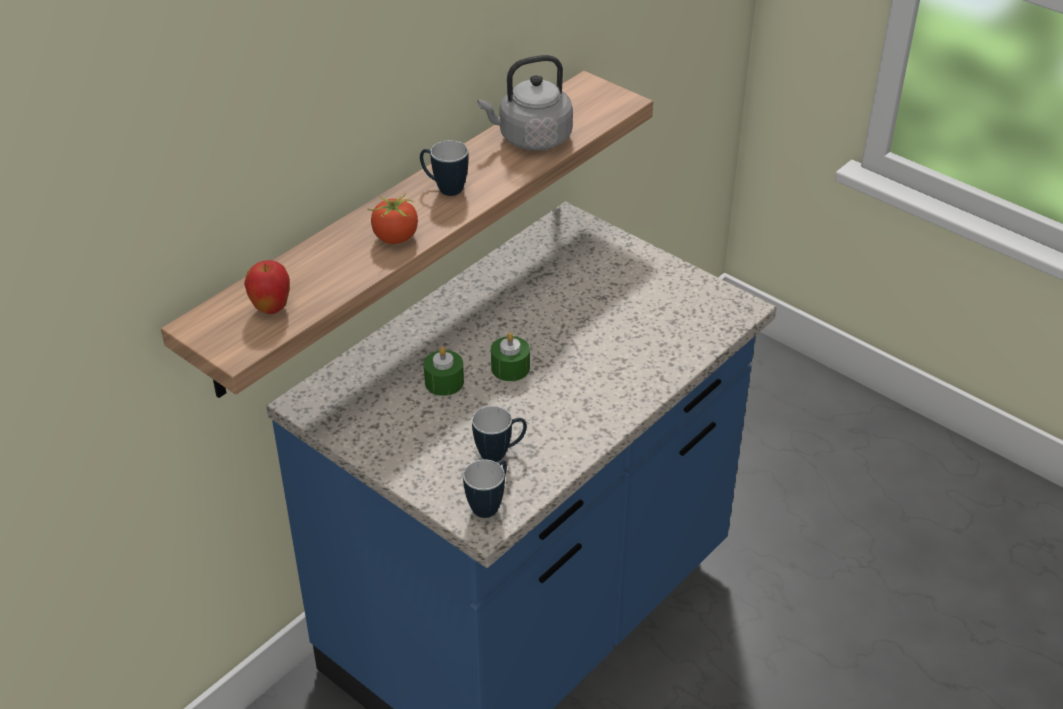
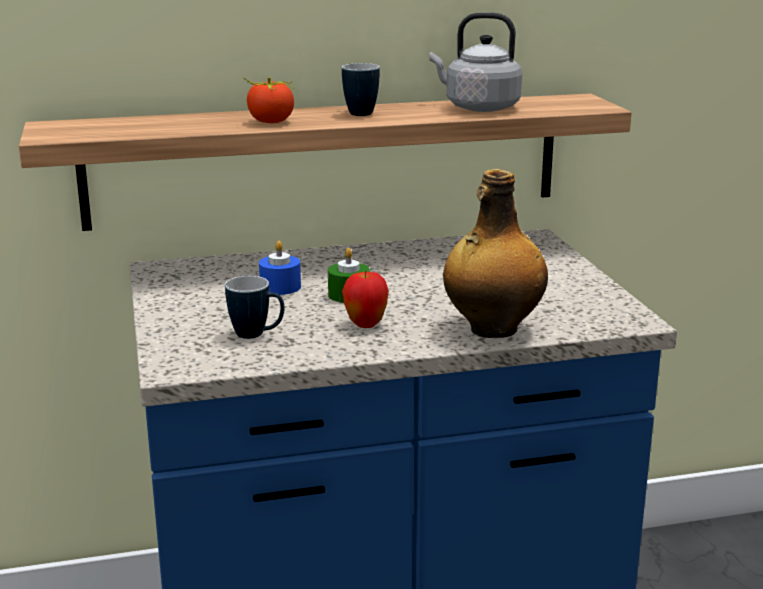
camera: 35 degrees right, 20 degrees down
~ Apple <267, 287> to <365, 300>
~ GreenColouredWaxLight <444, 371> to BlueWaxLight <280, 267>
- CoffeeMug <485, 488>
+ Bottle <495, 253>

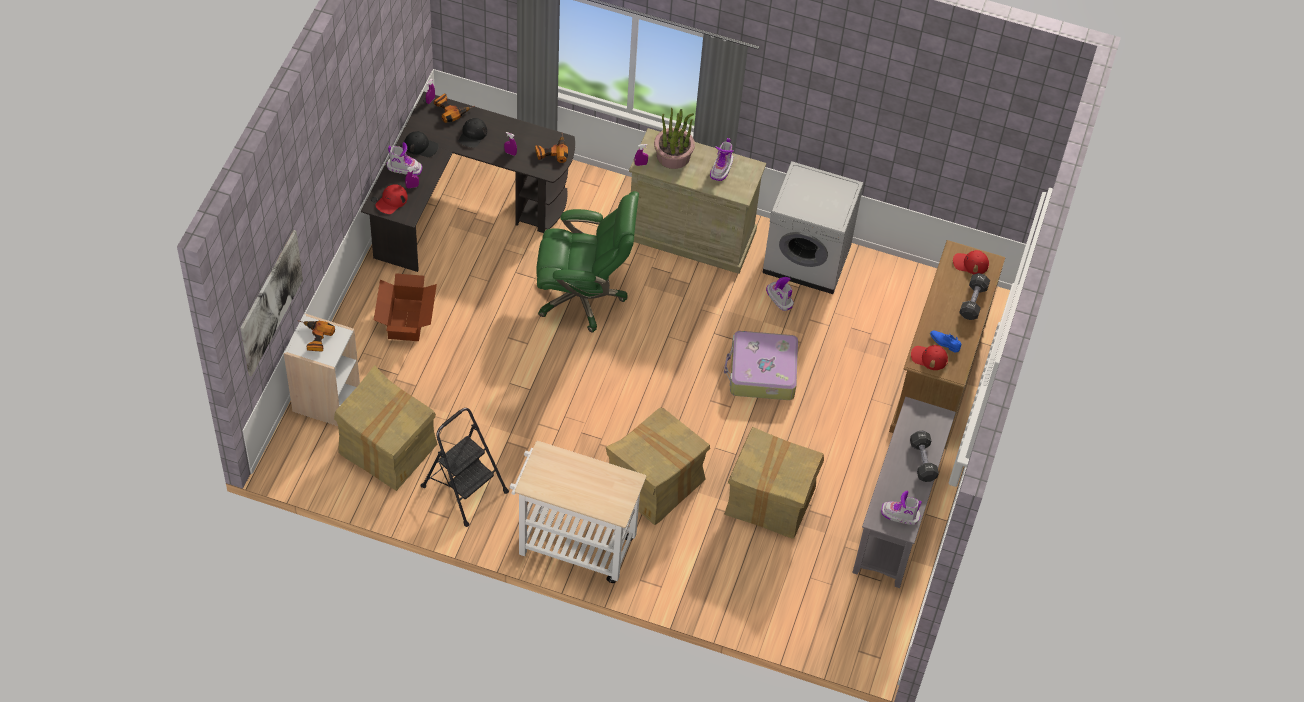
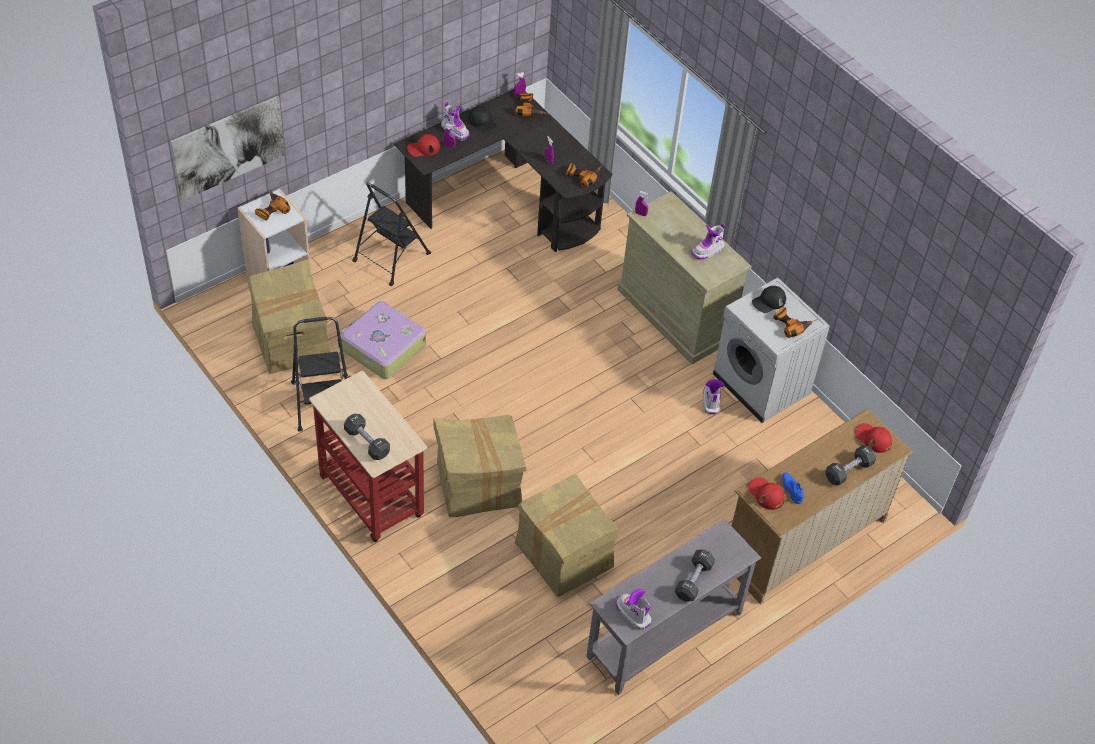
camera: 35 degrees right, 5 degrees down
~ PackingBox <405, 307> to BlackishStepladder <391, 234>
~ BlackishPeakedCap <473, 133> to <769, 299>
~ WhitishTrolley <578, 512> to RedColouredTrolley <368, 456>
- GreenColouredOfficeChair <587, 262>
- Houseplant <674, 138>
~ PieceOfLuggage <761, 365> to <383, 340>
+ BlackishDumbbell <367, 437>
+ Drill <795, 322>

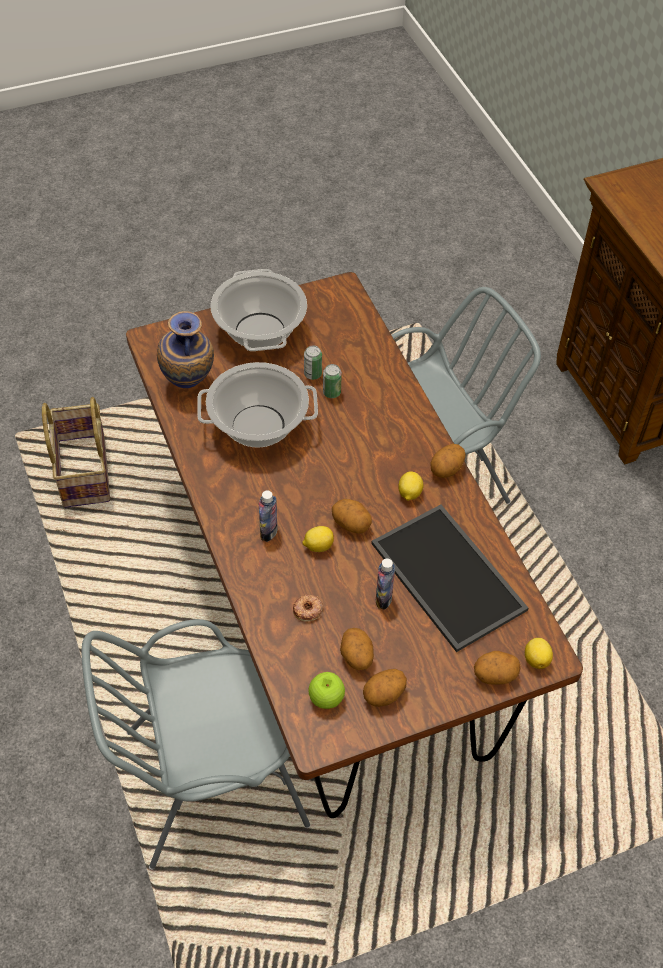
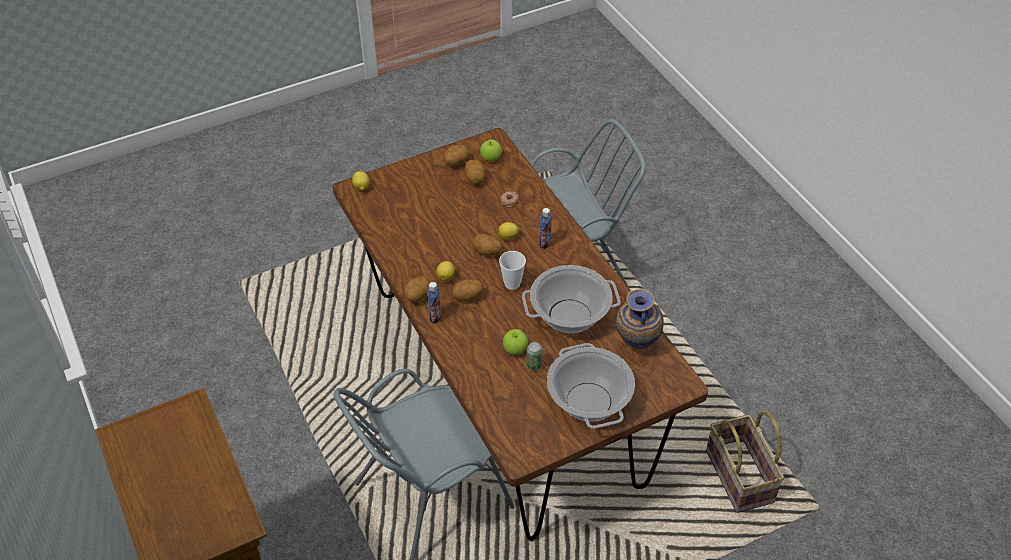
camera: 175 degrees right, 5 degrees down
~ Can <332, 381> to Apple <515, 342>
- CarryingTray <450, 578>
~ Bottle <385, 584> to <434, 303>
~ Spud <497, 668> to <468, 290>
+ DrinkingCup <512, 270>

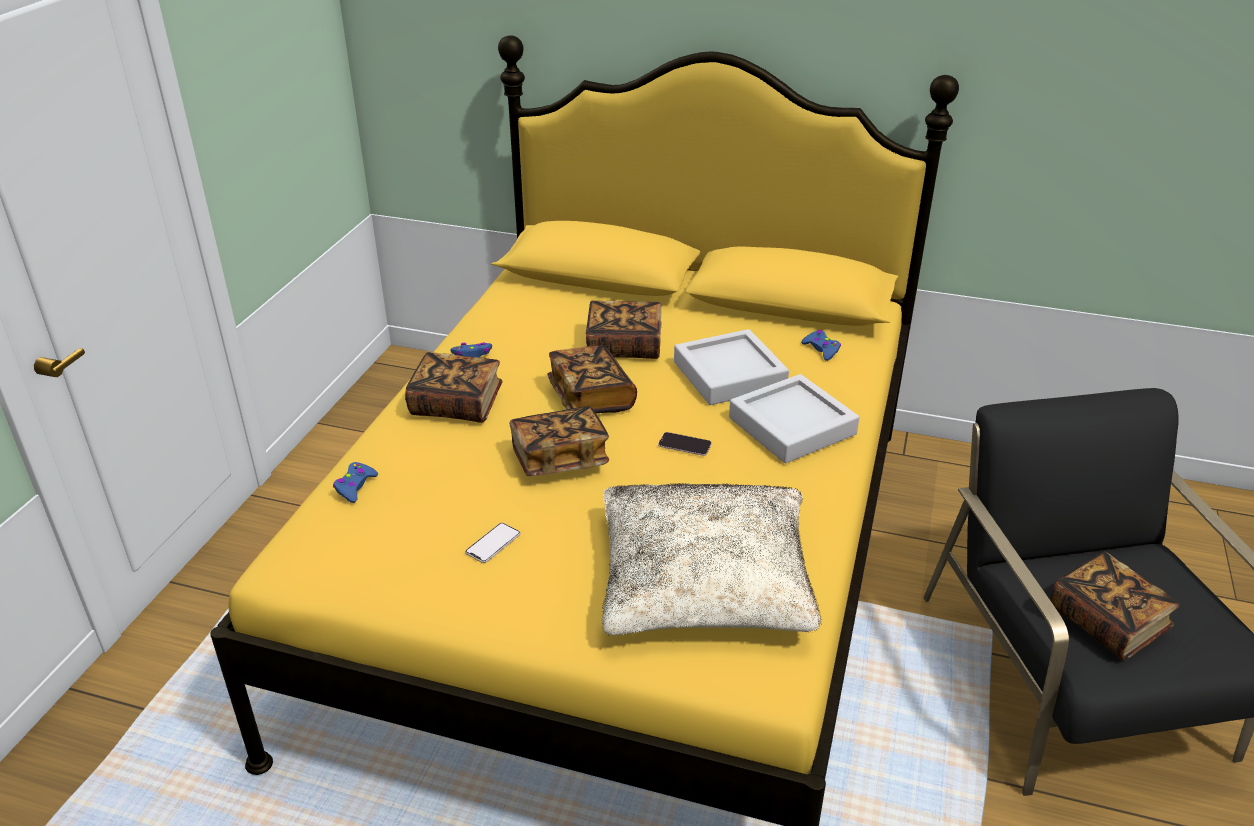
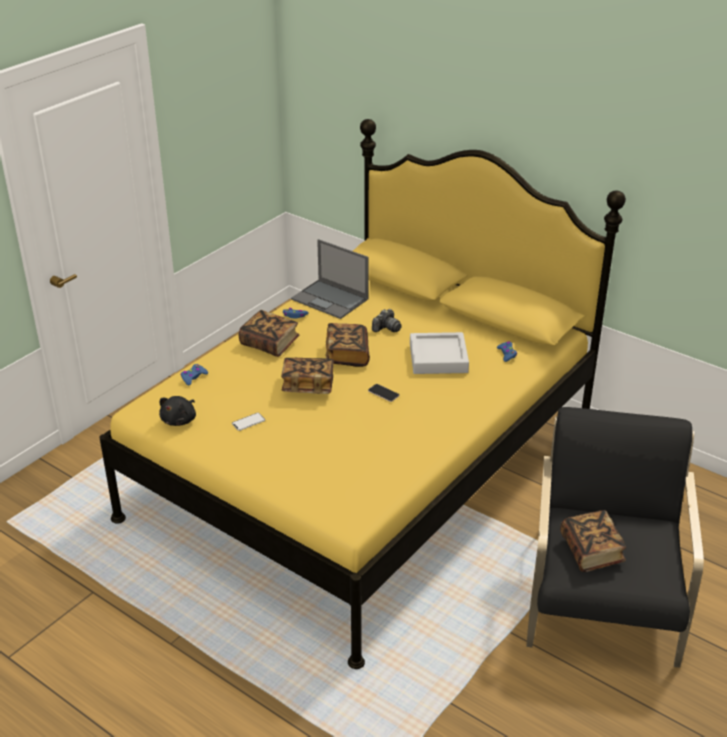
camera: 20 degrees right, 0 degrees up
~ Book <624, 329> to PhotoCamera <387, 320>
- BeigeColouredPillow <711, 559>
- GreyishCarryingTray <794, 418>
+ BlackishCuddlyToy <177, 411>
+ NotebookComputer <330, 279>

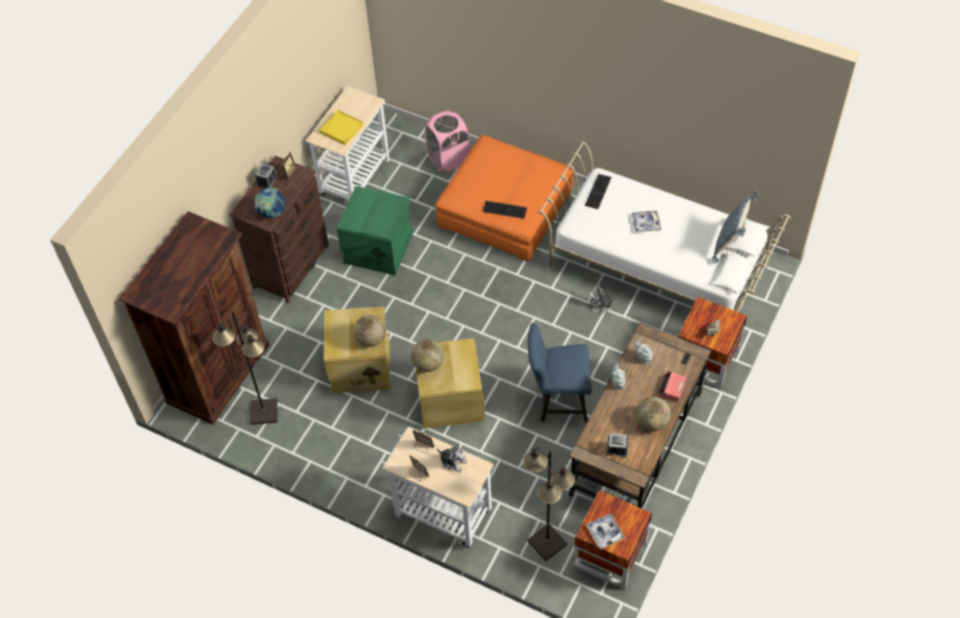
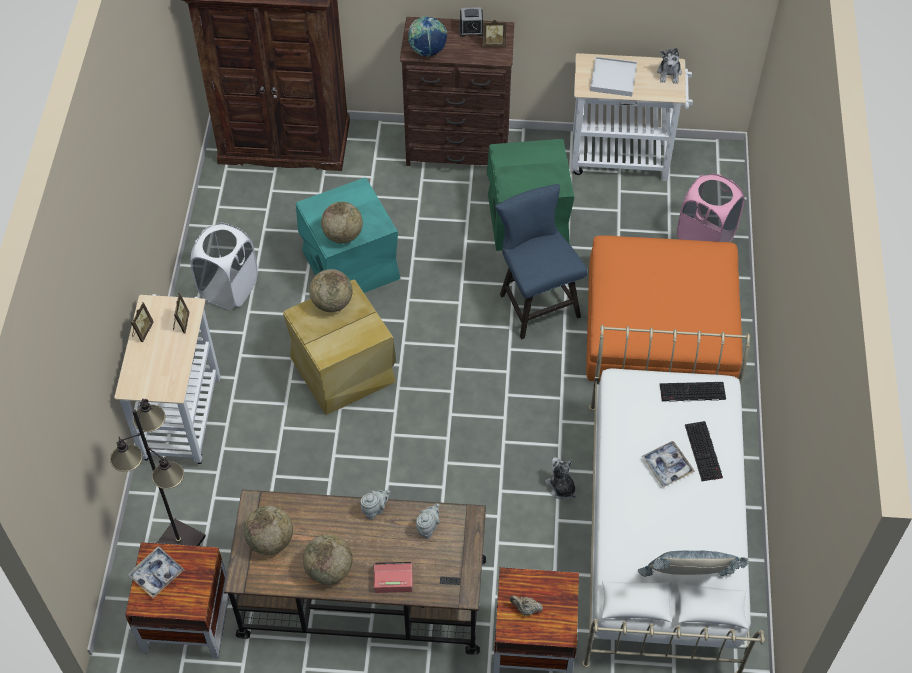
camera: 65 degrees right, 0 degrees up
- BlackishStandardLamp <245, 368>
~ YellowColouredCarryingTray <341, 127> to WhitishCarryingTray <613, 77>
~ BeigeColouredStorageContainer <357, 350> to TurquoiseStorageContainer <348, 235>
~ CuddlyToy <452, 459> to <669, 66>
~ ComputerKeyboard <505, 210> to <704, 451>
~ BluePlainChair <560, 373> to <541, 261>
~ BedsideClock <617, 445> to Globe <268, 530>
+ WhitishHamper <224, 266>

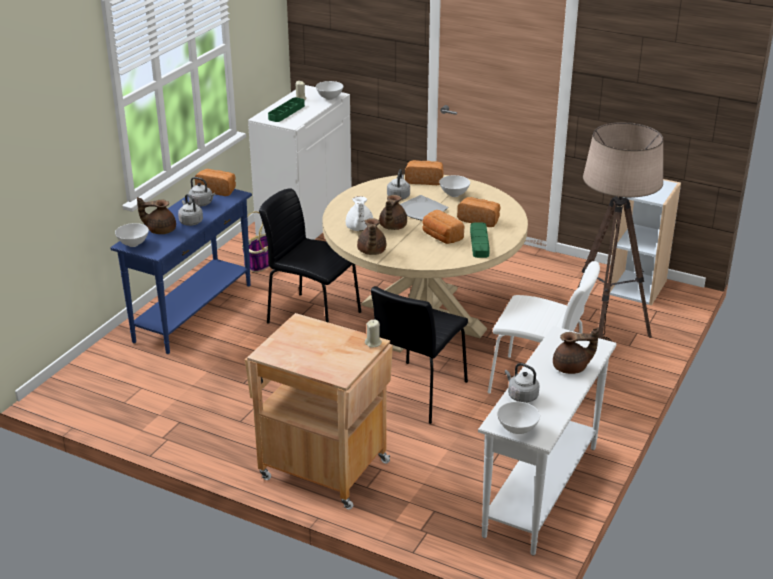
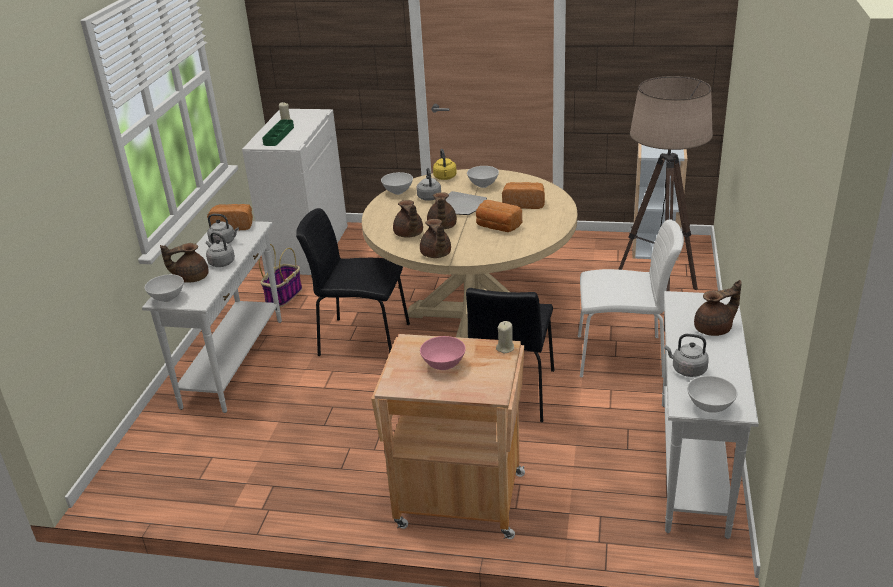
camera: 15 degrees left, 0 degrees up
~ BlueNarrowTable <181, 271> to WhitishNarrowTable <212, 317>
~ WhitishBowl <329, 90> to <397, 183>
~ WhitishTeapot <359, 213> to BrownColouredTeapot <408, 219>
~ BakedBread <424, 172> to YellowColouredTeaKettle <445, 164>
- GreenColouredCarryingTray <480, 240>
+ PinkBowl <443, 353>

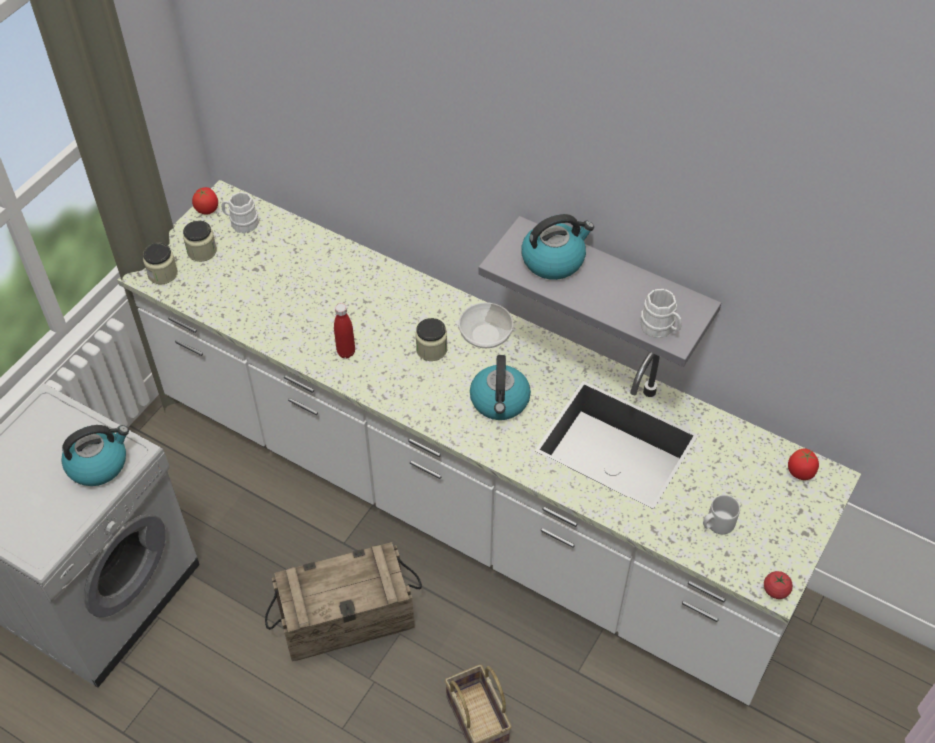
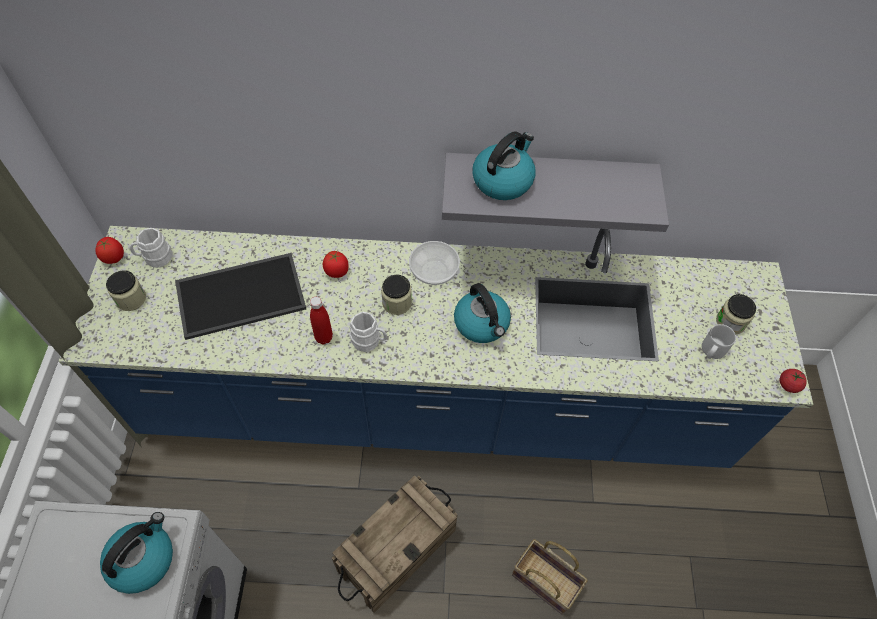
camera: 30 degrees left, 5 degrees up
~ WhitishKitchenCounter <489, 442> to BlueKitchenCounter <436, 347>
~ Jar <160, 263> to <736, 314>
~ WhitishCoffeeMug <661, 313> to <368, 332>
~ FreshTomato <803, 464> to <335, 264>
+ CarryingTray <240, 296>

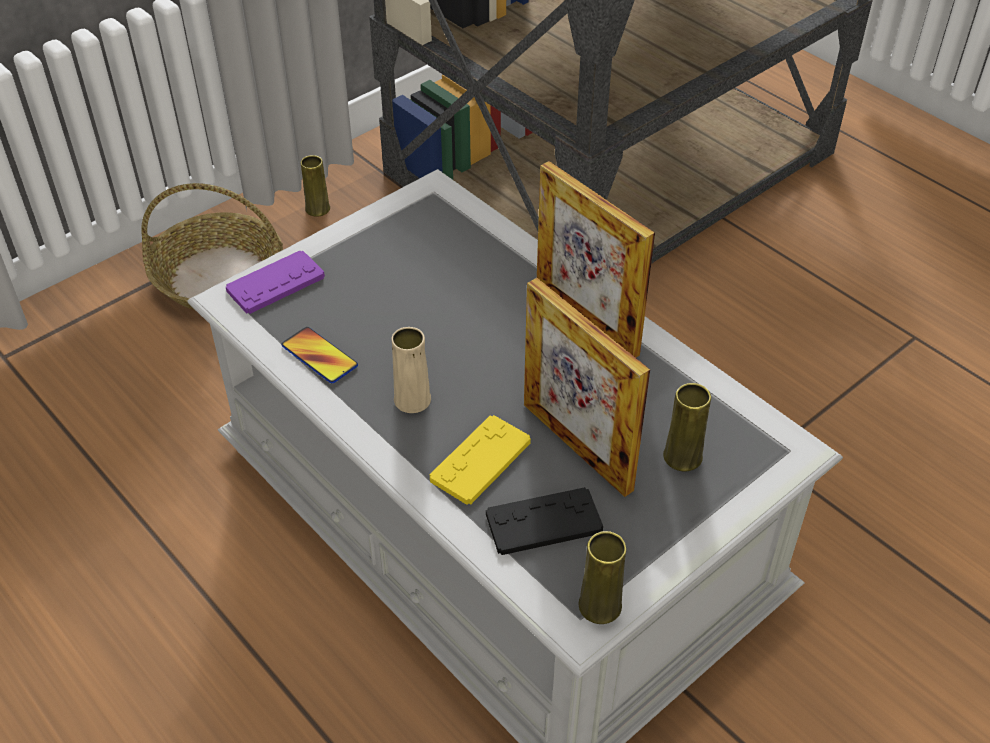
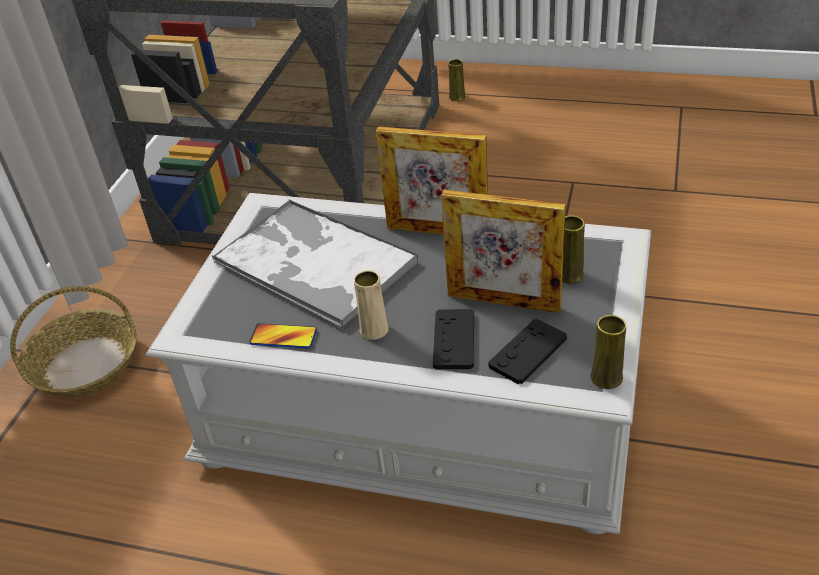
camera: 30 degrees left, 5 degrees down
- PurplishJoypad <275, 282>
~ YellowColouredVase <315, 186> to <456, 80>
~ YellowColouredJoypad <480, 460> to BlackishJoypad <453, 339>
+ CarryingTray <315, 264>

